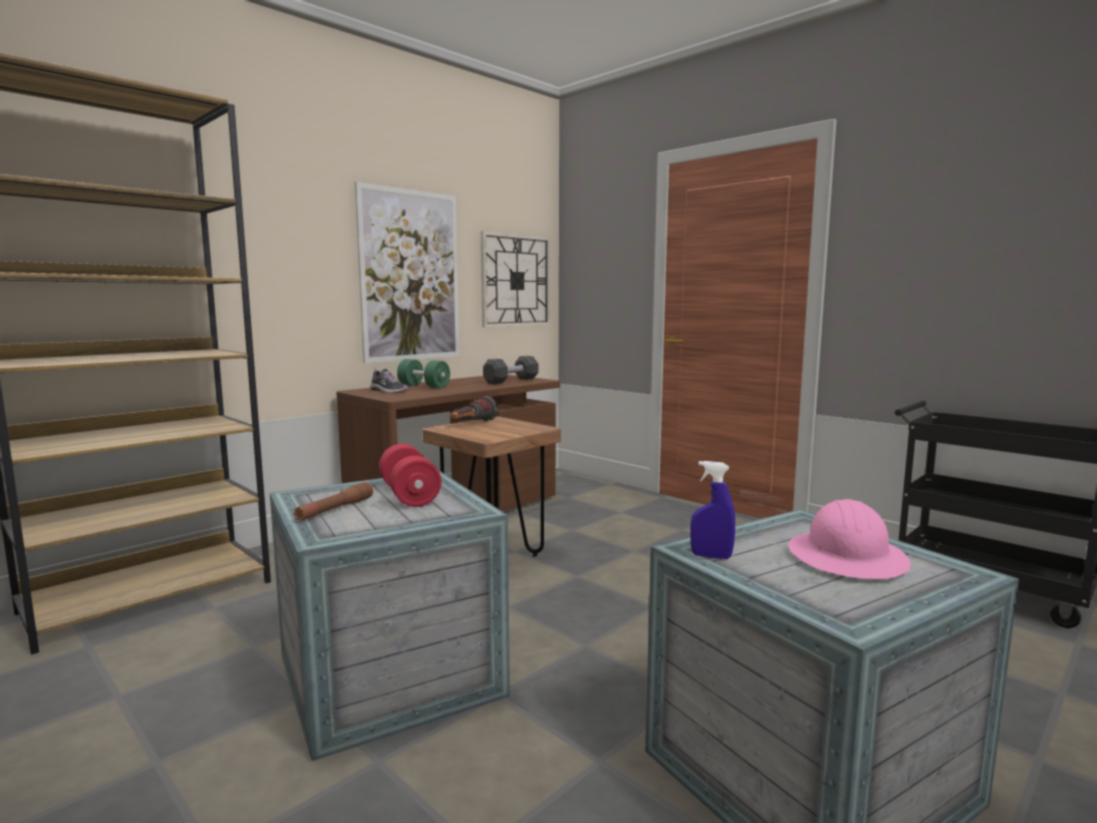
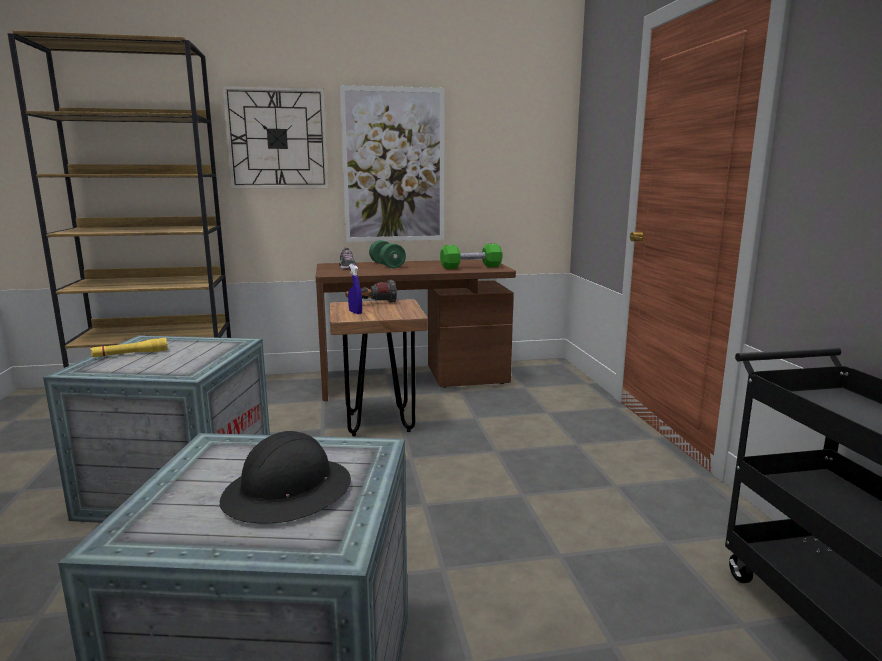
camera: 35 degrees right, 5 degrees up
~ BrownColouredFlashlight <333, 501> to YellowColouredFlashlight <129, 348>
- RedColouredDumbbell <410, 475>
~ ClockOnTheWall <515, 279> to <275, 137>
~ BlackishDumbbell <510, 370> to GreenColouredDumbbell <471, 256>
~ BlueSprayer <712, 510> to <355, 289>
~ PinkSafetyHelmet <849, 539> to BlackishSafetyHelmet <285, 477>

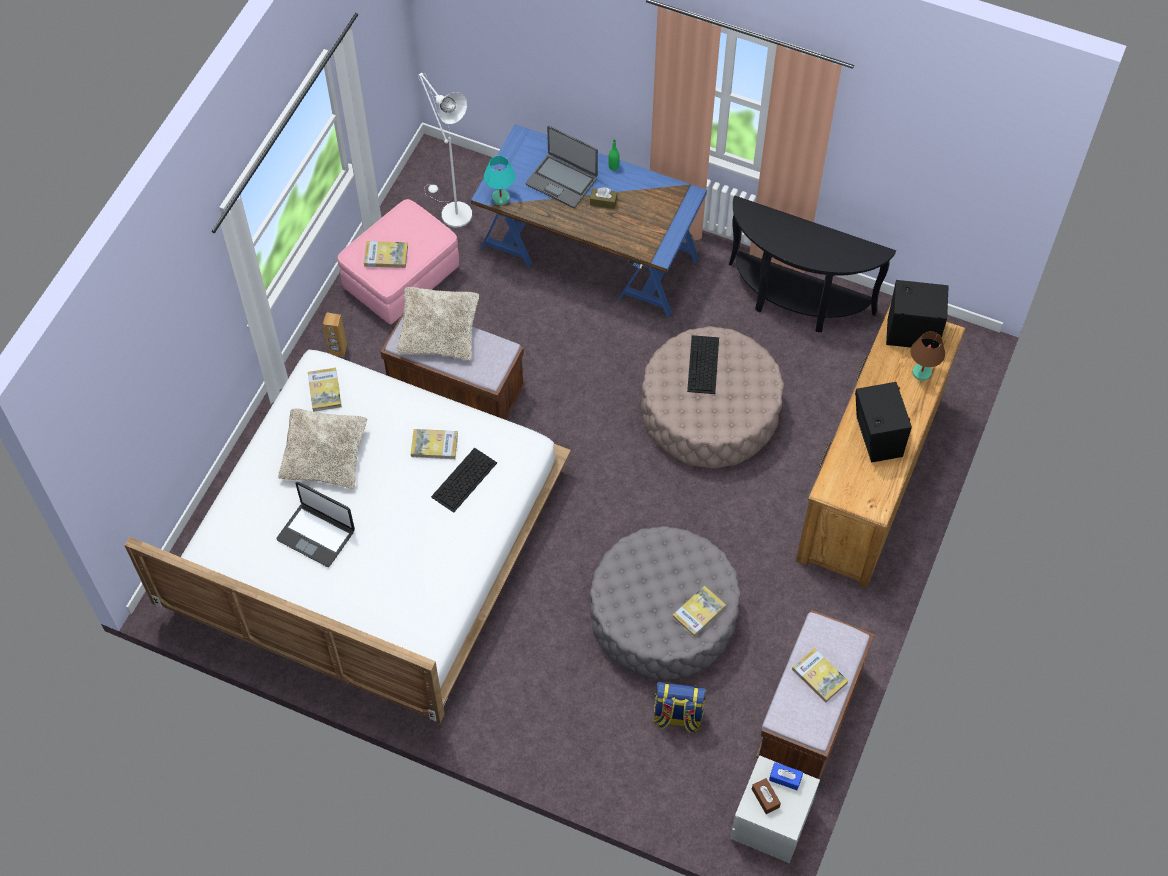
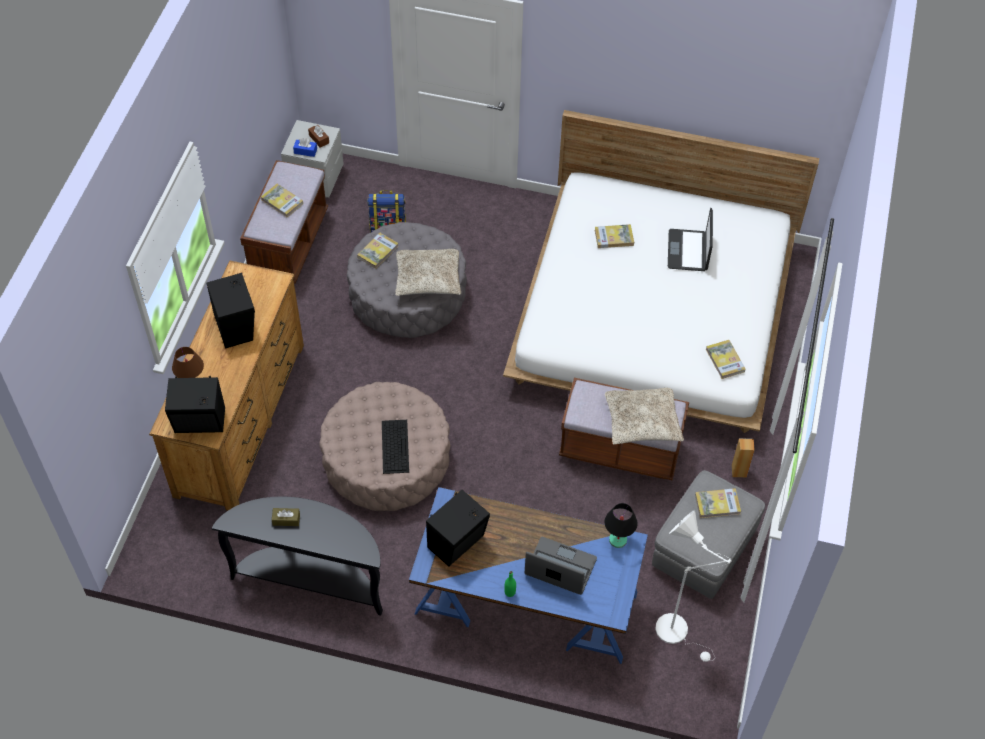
camera: 170 degrees right, 5 degrees down
~ NotebookComputer <315, 524> = <690, 239> 105 degrees counterclockwise
~ BeigeColouredPillow <322, 448> to <428, 272>
~ PinkPouffe <398, 261> to GreyishPouffe <708, 534>
~ Book <434, 444> to <614, 236>
- ComputerKeyboard <464, 480>
~ TurquoiseTabletopLamp <500, 180> to BlackishTabletopLamp <621, 525>
~ BrownColouredTissueBox <603, 198> to <286, 517>
+ BlackishAudioSpeaker <458, 528>

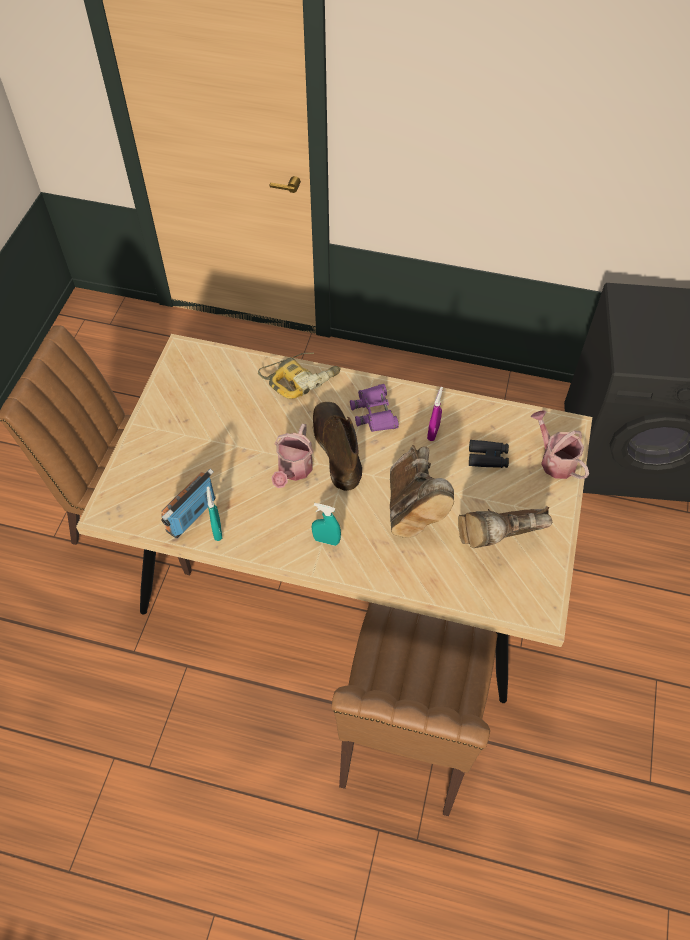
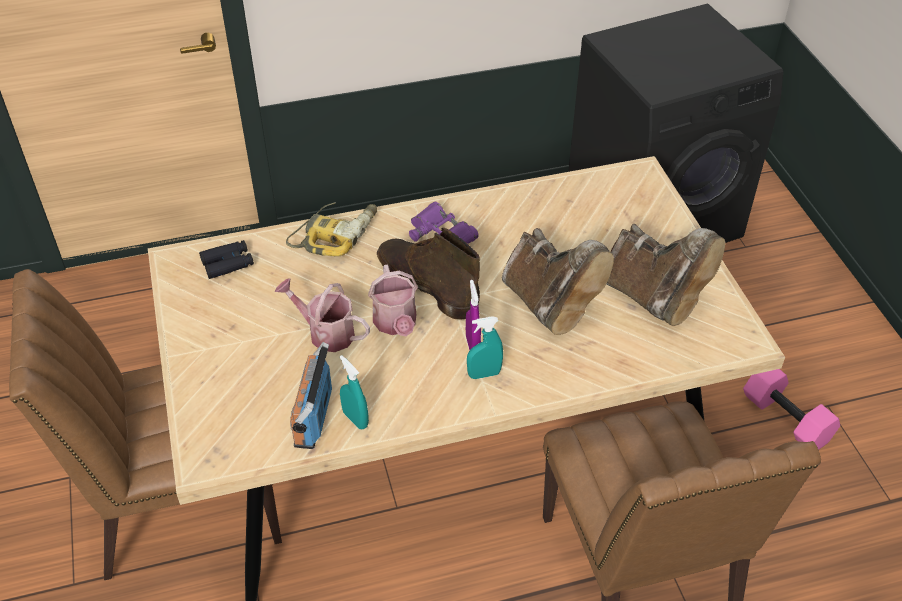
camera: 30 degrees left, 10 degrees down
~ PurplishSprayer <435, 414> to <473, 315>
~ BrownColouredBoot <505, 527> = <665, 275> 90 degrees counterclockwise
~ BlackishFieldGlasses <489, 454> to <226, 259>
~ WateringCan <560, 444> to <322, 315>
+ PinkDumbbell <791, 409>

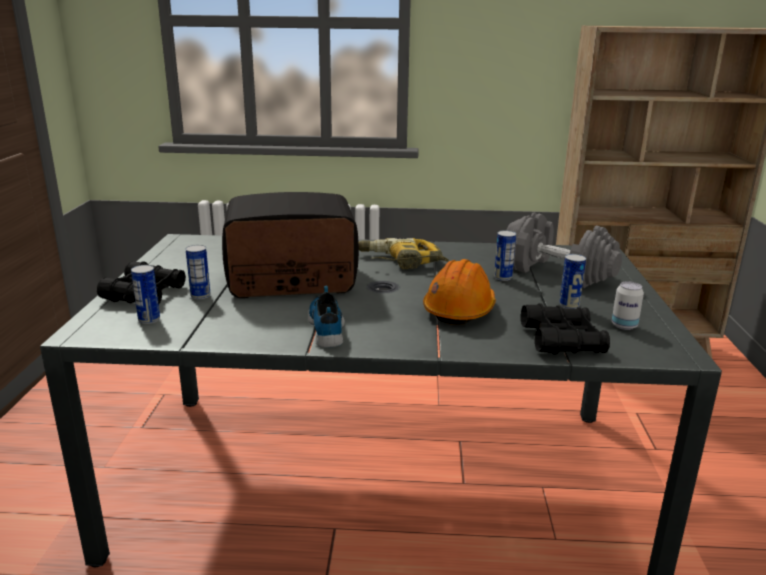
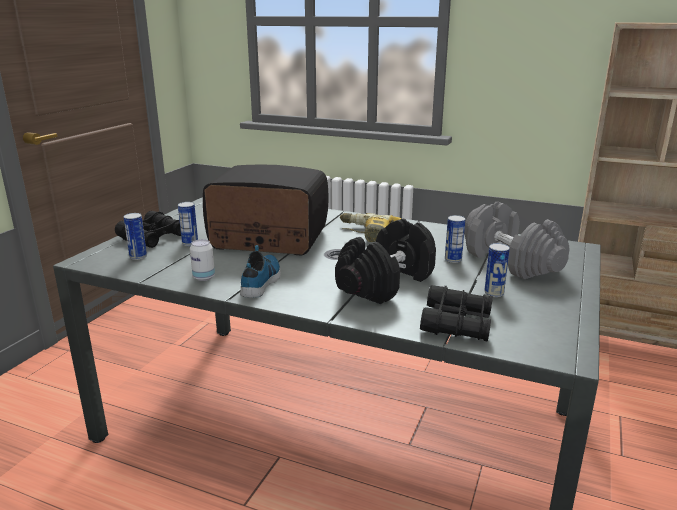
camera: 20 degrees right, 0 degrees up
~ OrangeySafetyHelmet <459, 292> to BlackishDumbbell <385, 261>
~ Can <628, 305> to <202, 260>

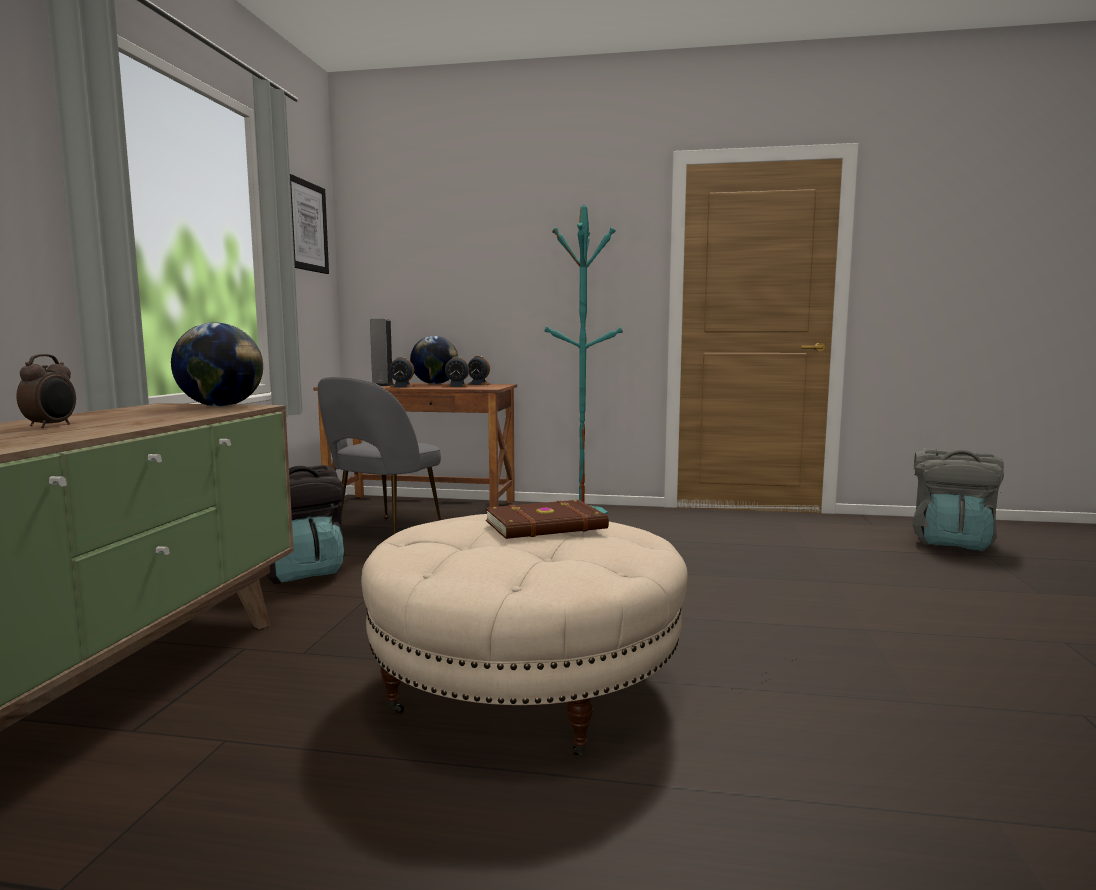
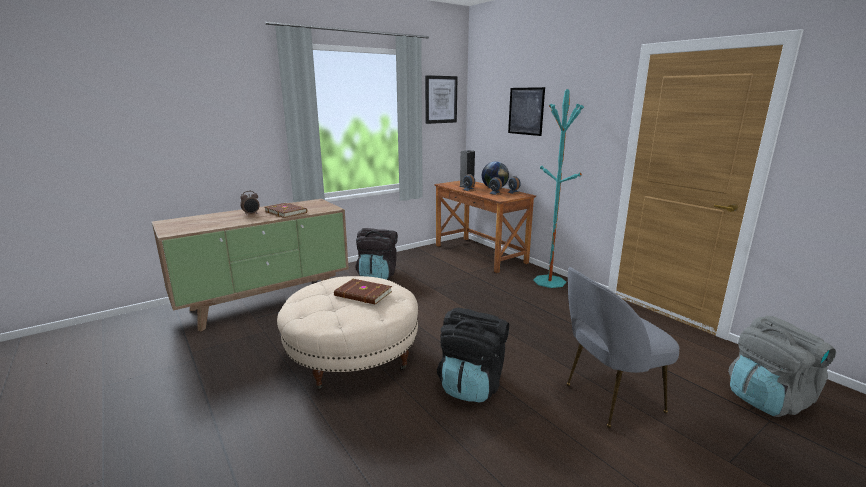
camera: 45 degrees right, 10 degrees up
- Globe <217, 364>
~ GreyishPlainChair <379, 456> to <623, 347>
+ BrownColouredBook <285, 210>
+ BlackishBackpack <473, 355>
+ WallPicture <526, 111>

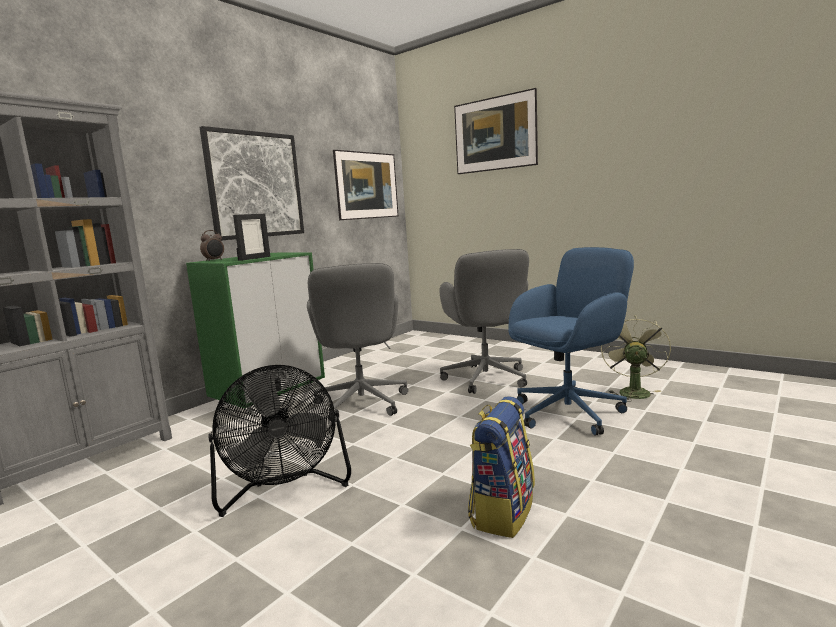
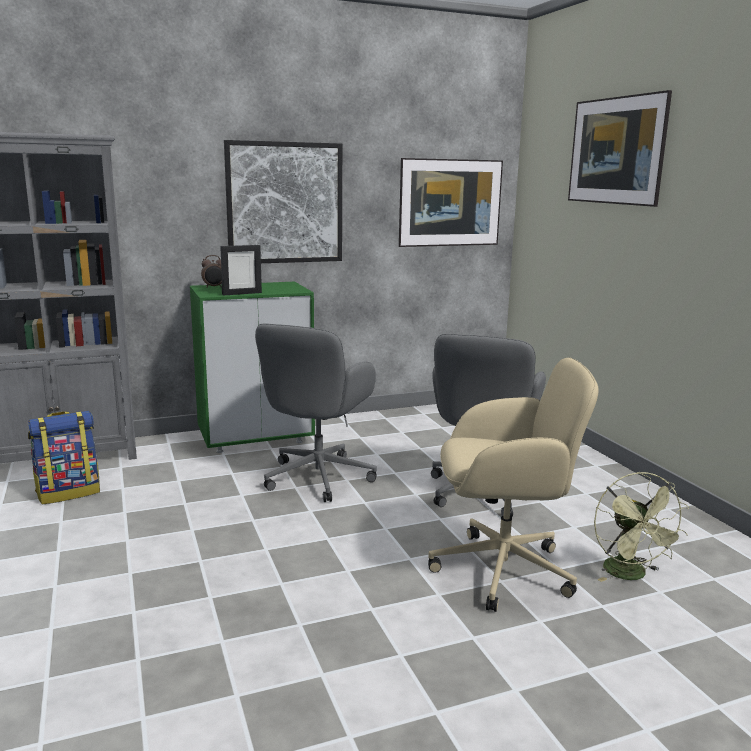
camera: 30 degrees right, 5 degrees up
- BlackishCoolingFan <279, 441>
~ Backpack <501, 467> to <64, 458>
~ BlueOfficeChair <571, 341> to BeigeColouredOfficeChair <513, 484>
~ GreenColouredCoolingFan <636, 358> = <641, 527> 120 degrees clockwise

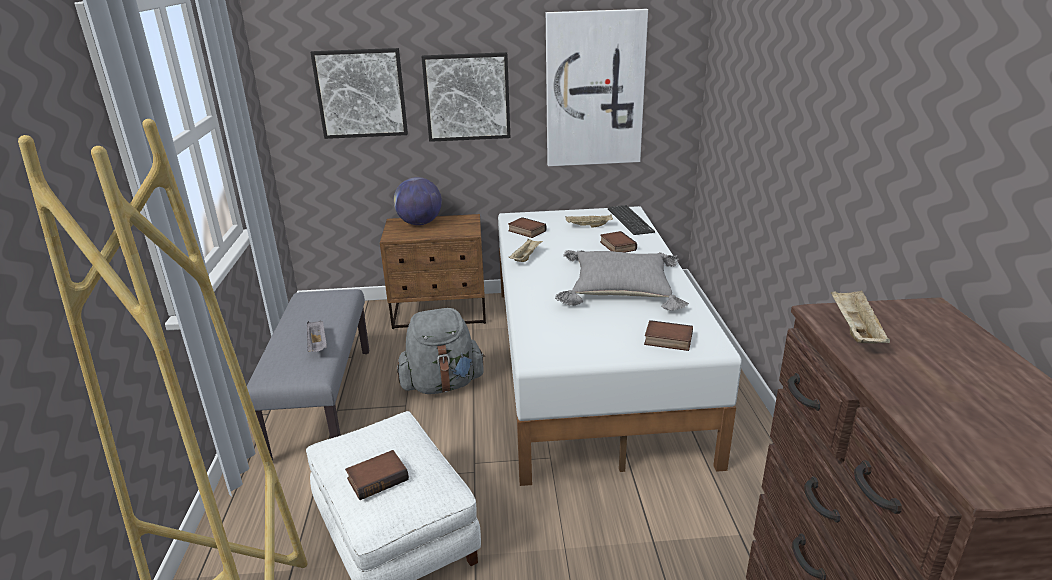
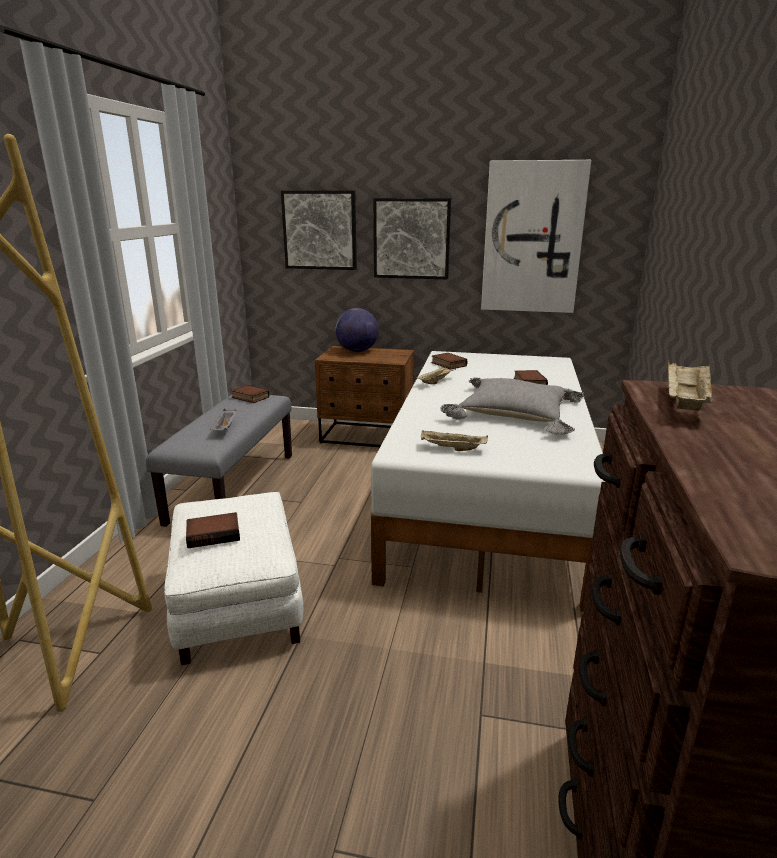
camera: 15 degrees right, 5 degrees down
- GreyishBackpack <441, 351>
~ BeigeColouredCarryingTray <589, 221> to <454, 440>
- ComputerKeyboard <631, 220>
~ Book <668, 335> to <250, 394>

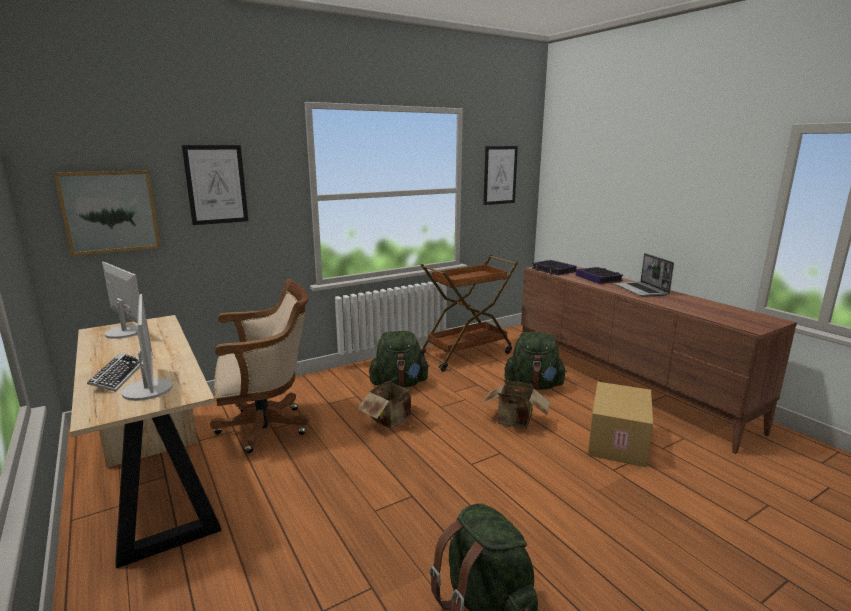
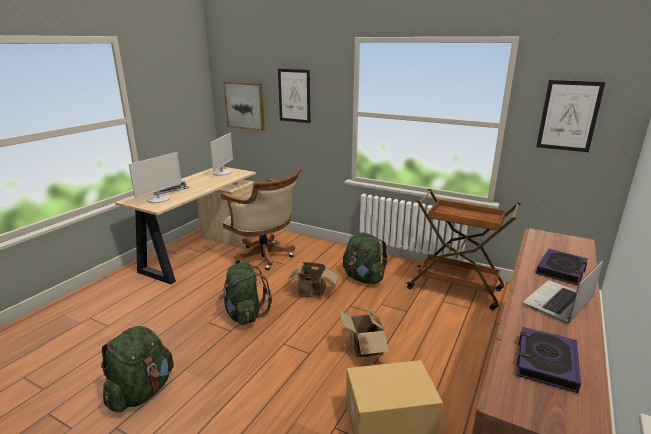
camera: 60 degrees right, 5 degrees up
~ GreenColouredBackpack <536, 361> to <245, 293>
~ Book <554, 267> to <549, 360>

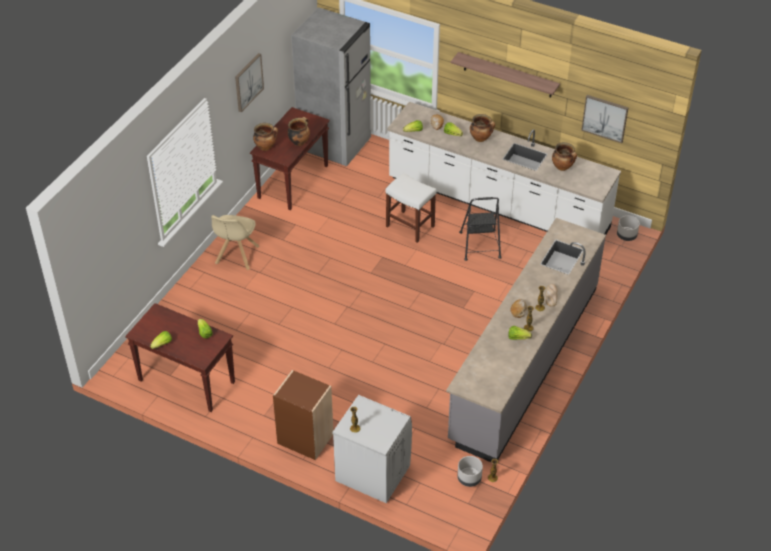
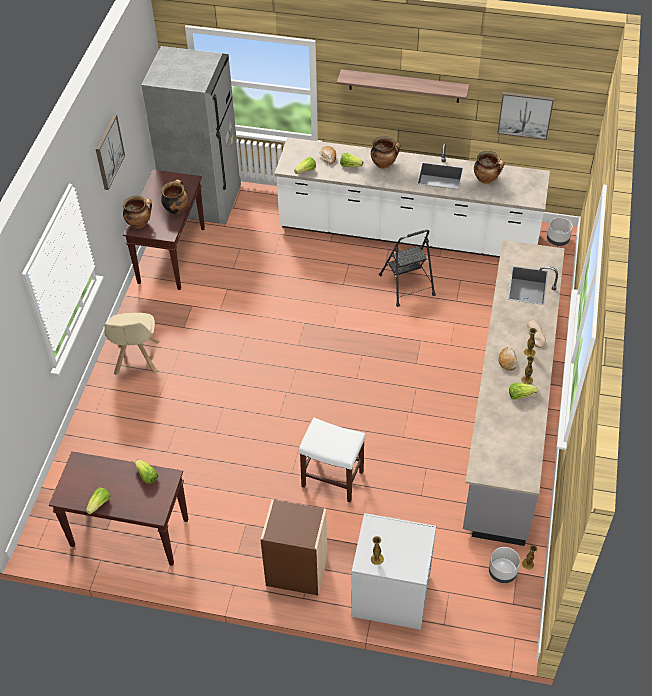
camera: 15 degrees left, 5 degrees up
~ WhitishStool <411, 208> to <332, 460>

